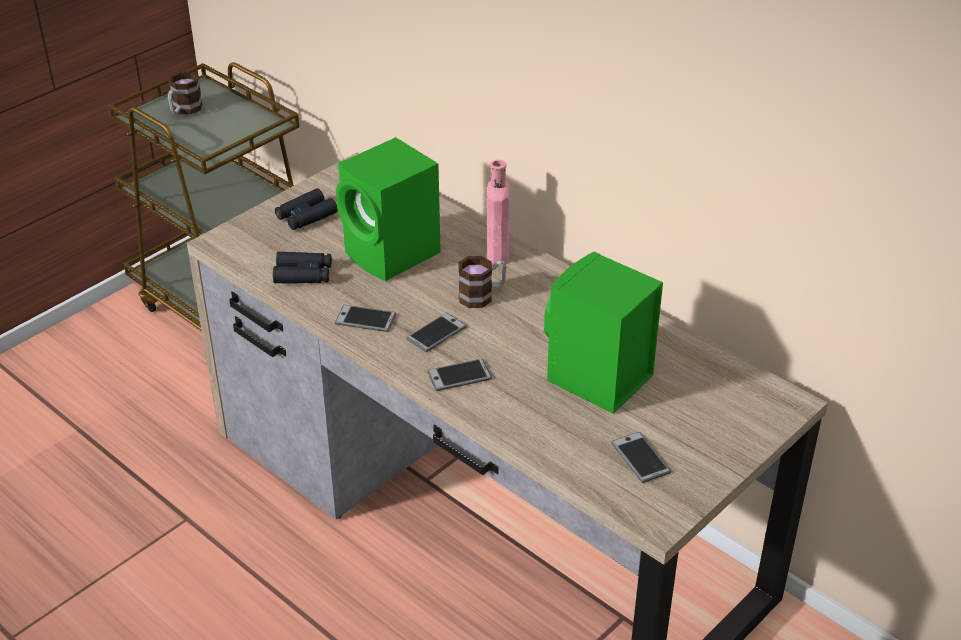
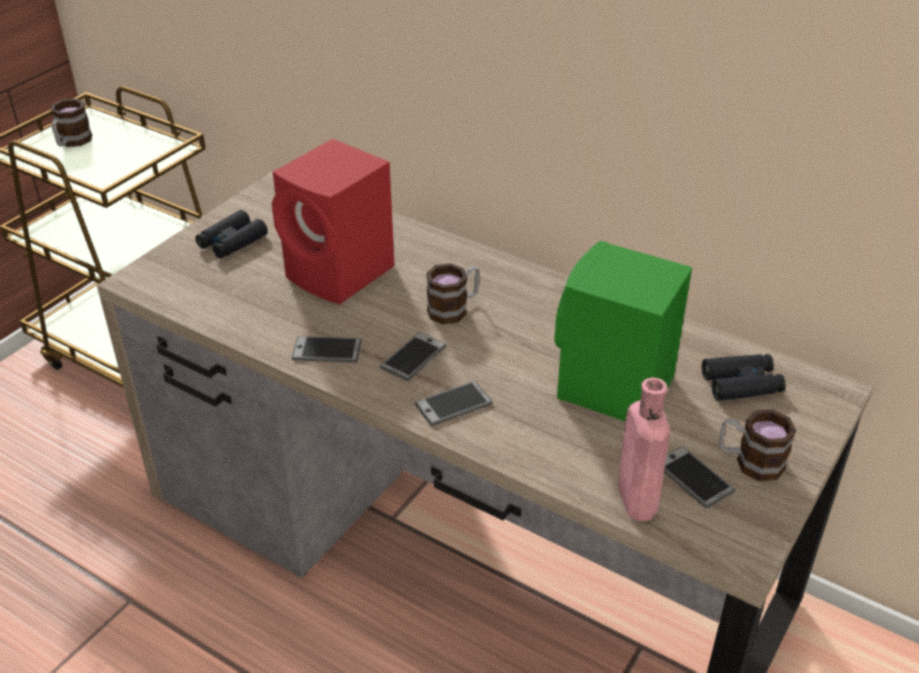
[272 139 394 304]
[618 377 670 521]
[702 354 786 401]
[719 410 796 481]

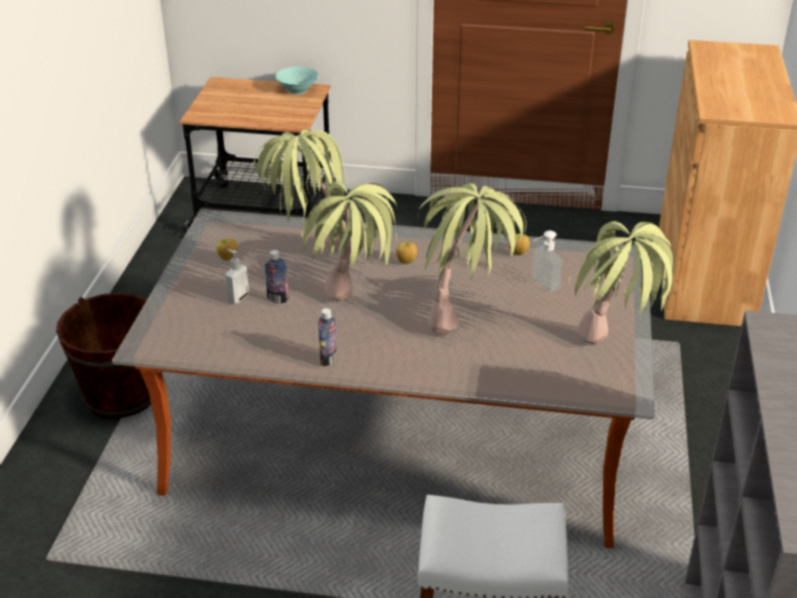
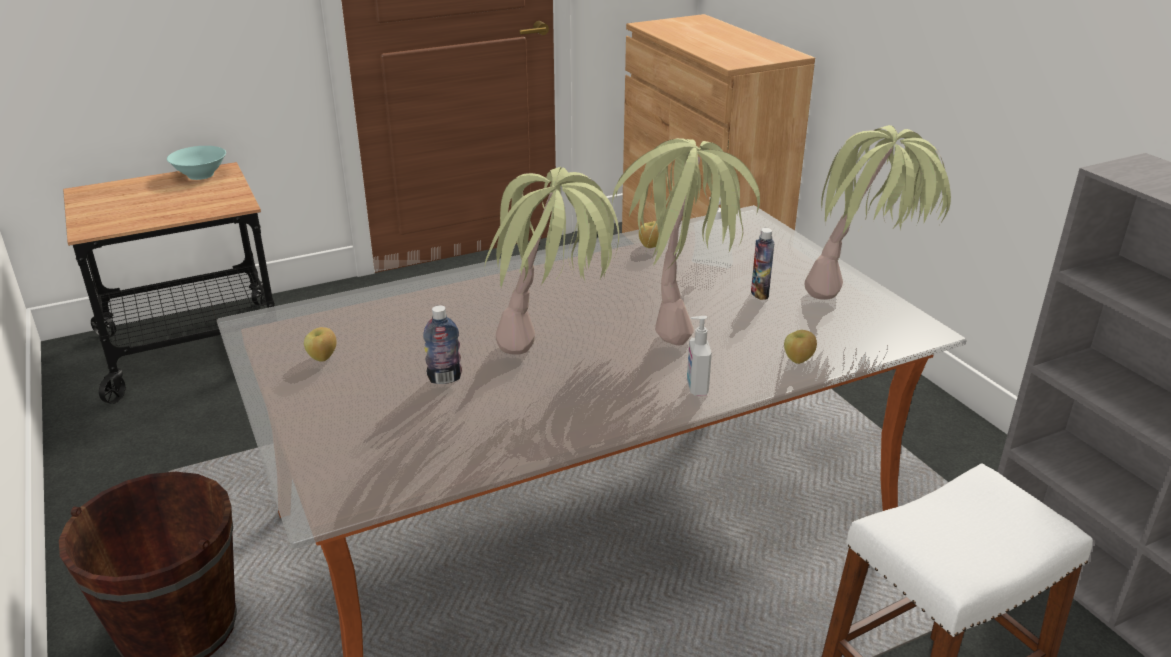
[687 316 712 396]
[751 228 774 300]
[784 330 817 364]
[254 129 352 252] (first image)

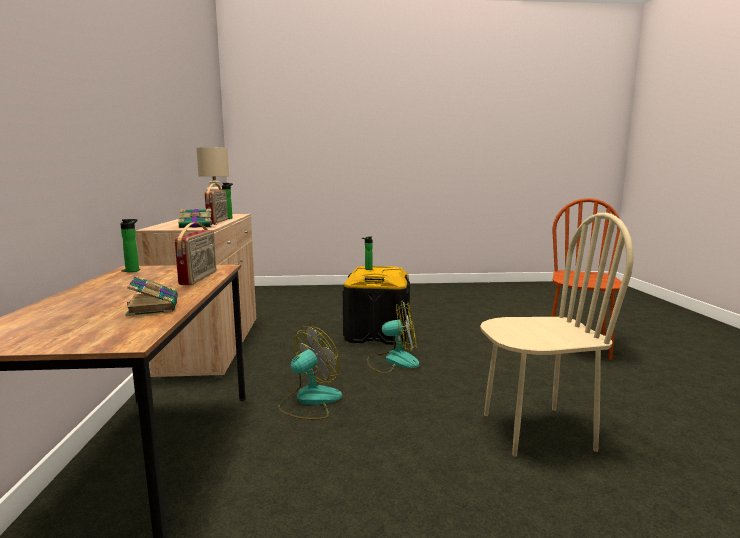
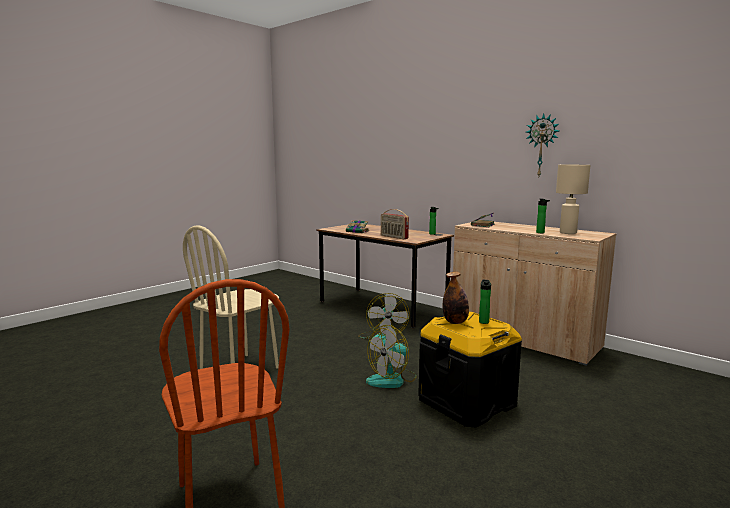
[443 271 469 324]
[526 114 559 176]
[205 183 228 224] (first image)

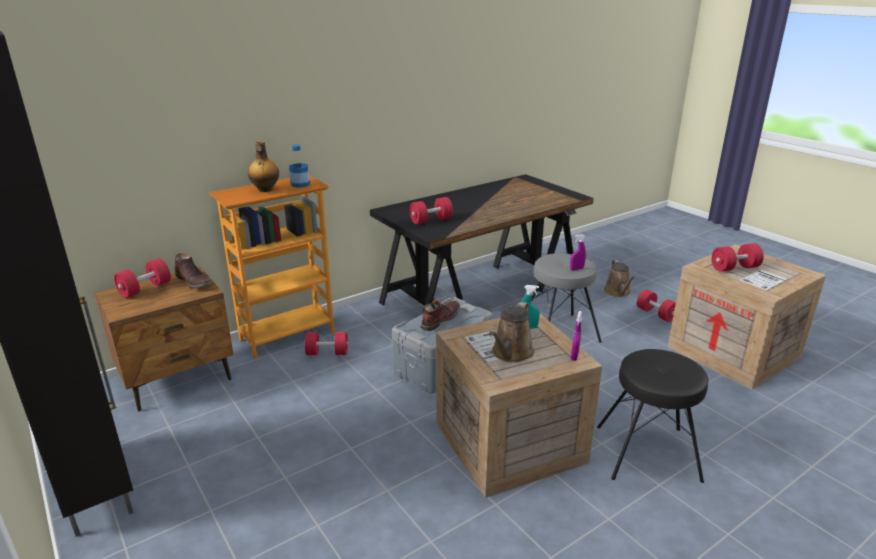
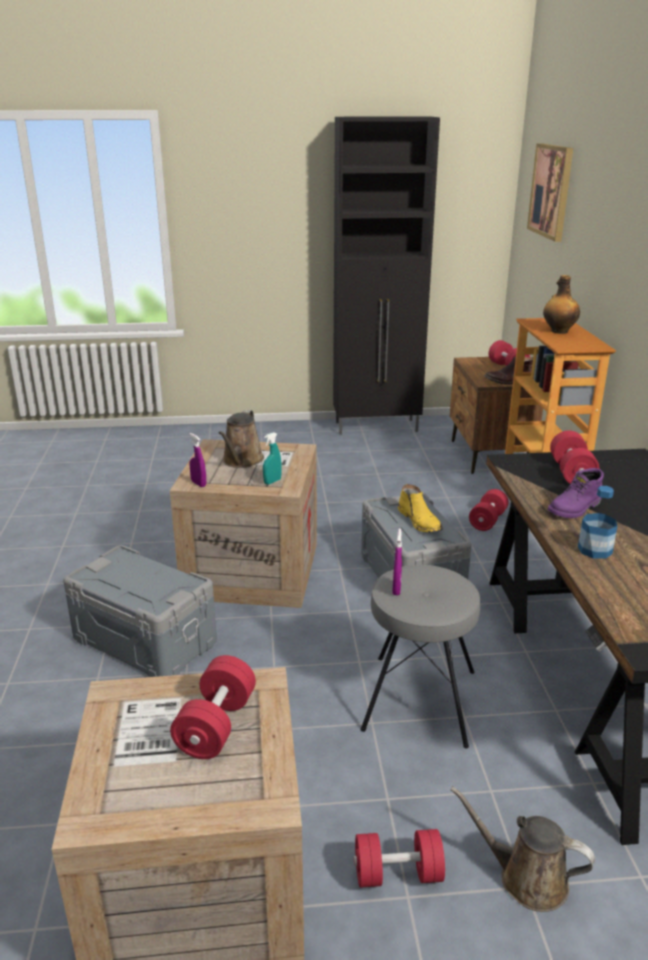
[63 545 217 677]
[218 410 264 468]
[398 484 443 532]
[527 143 573 242]
[548 468 604 518]
[578 486 617 559]

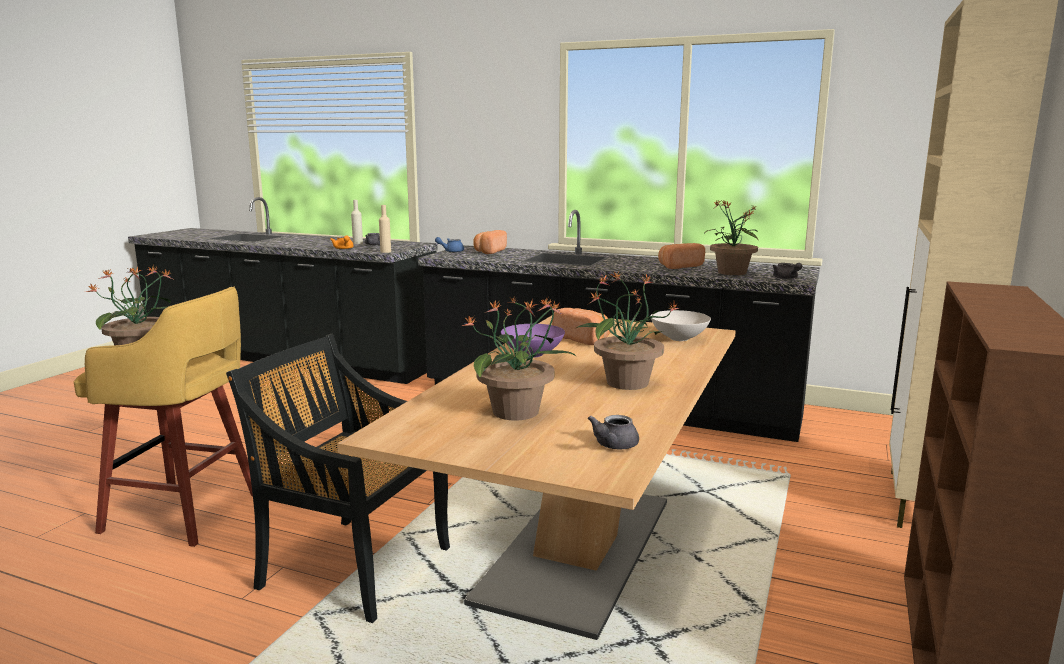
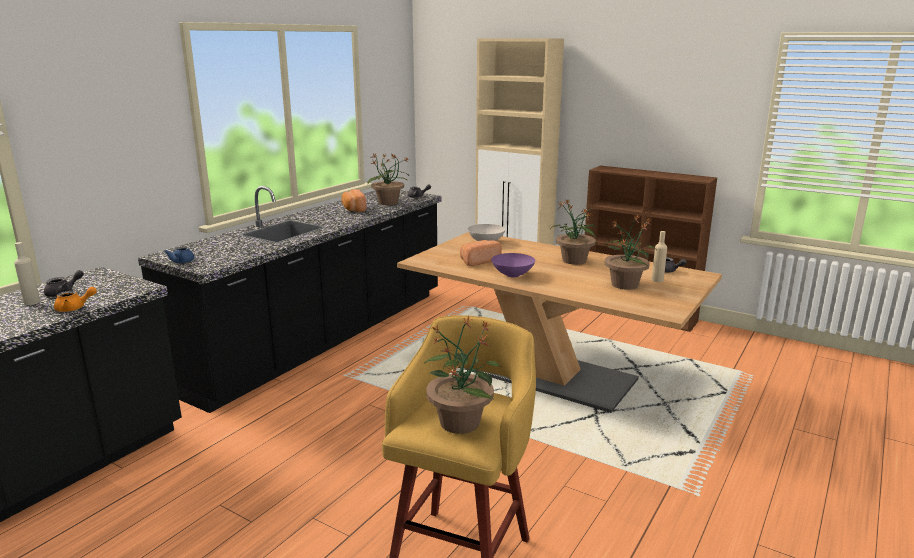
[652 231 667 283]
[226 333 450 623] (first image)
[473 230 507 254] (first image)

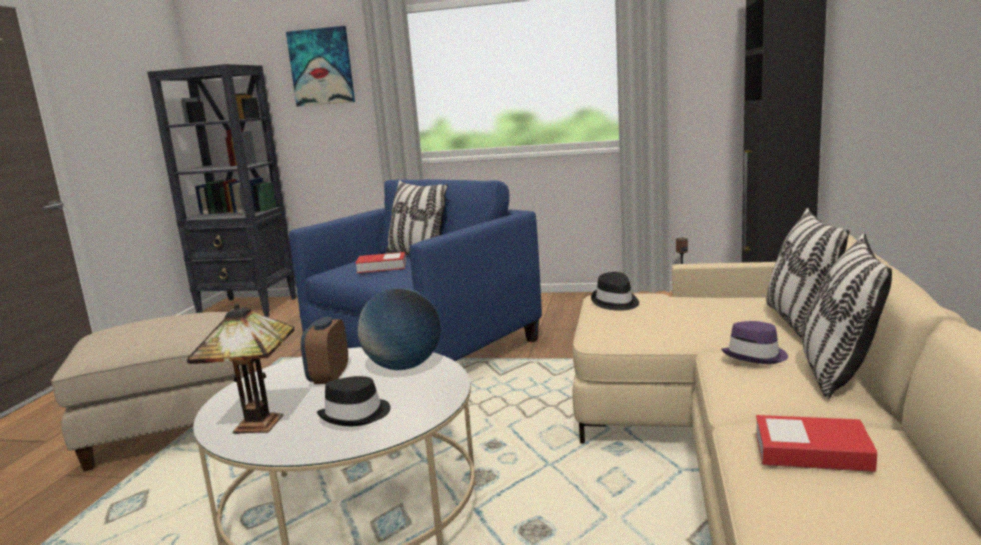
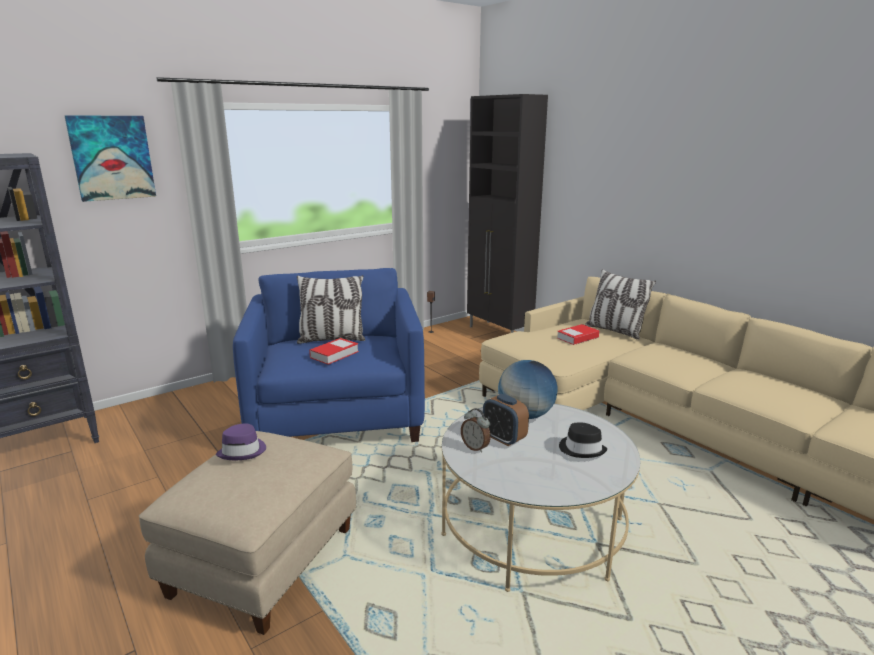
[216 424 266 460]
[461 408 491 453]
[557 324 599 345]
[187 304 294 434] (first image)
[591 272 639 311] (first image)
[803 233 892 399] (first image)

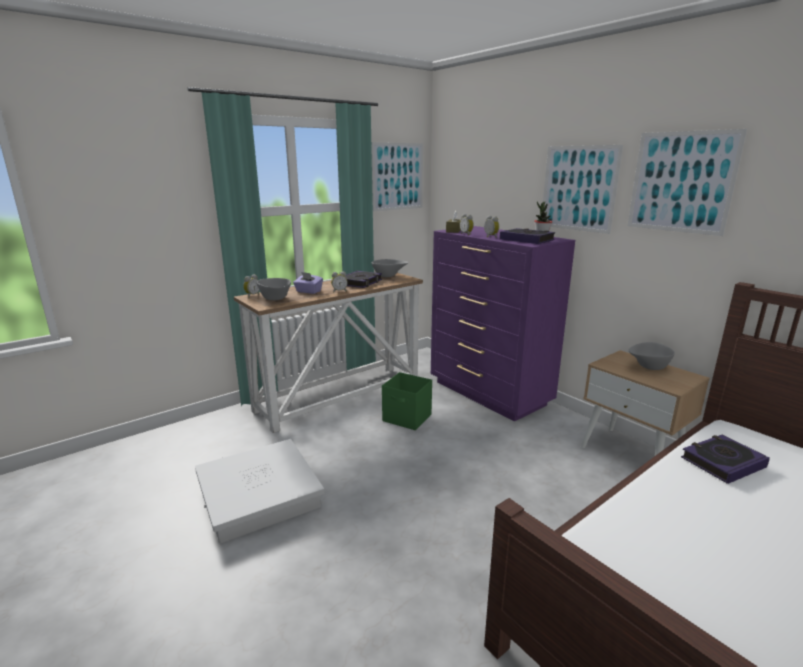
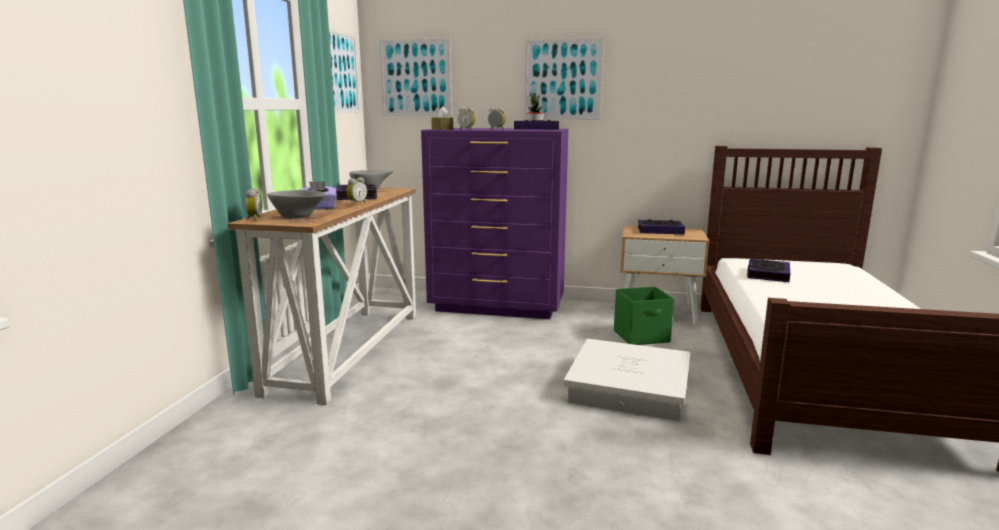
[379 38 452 116]
[564 339 690 421]
[614 287 674 345]
[638 219 685 234]

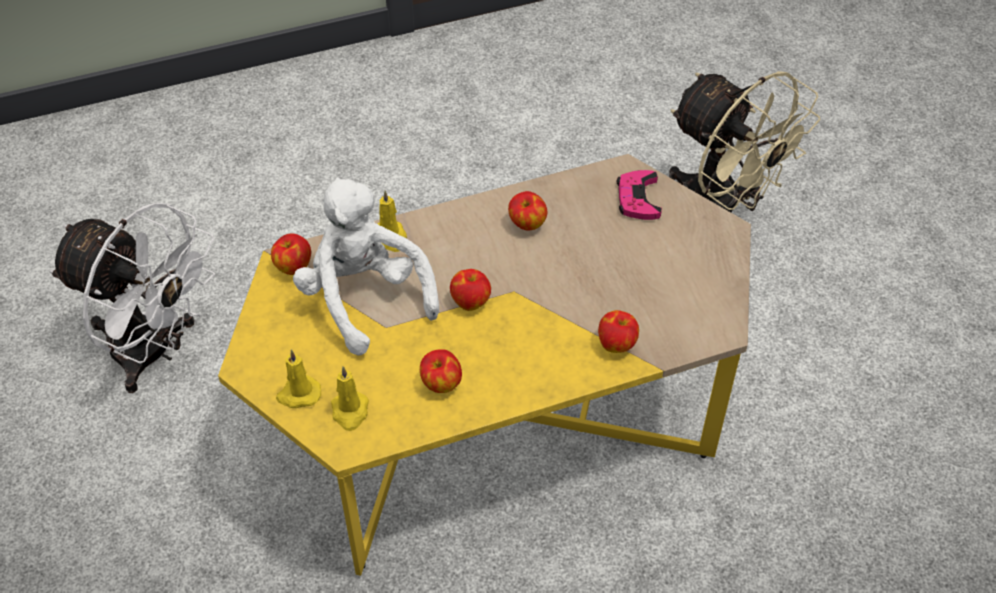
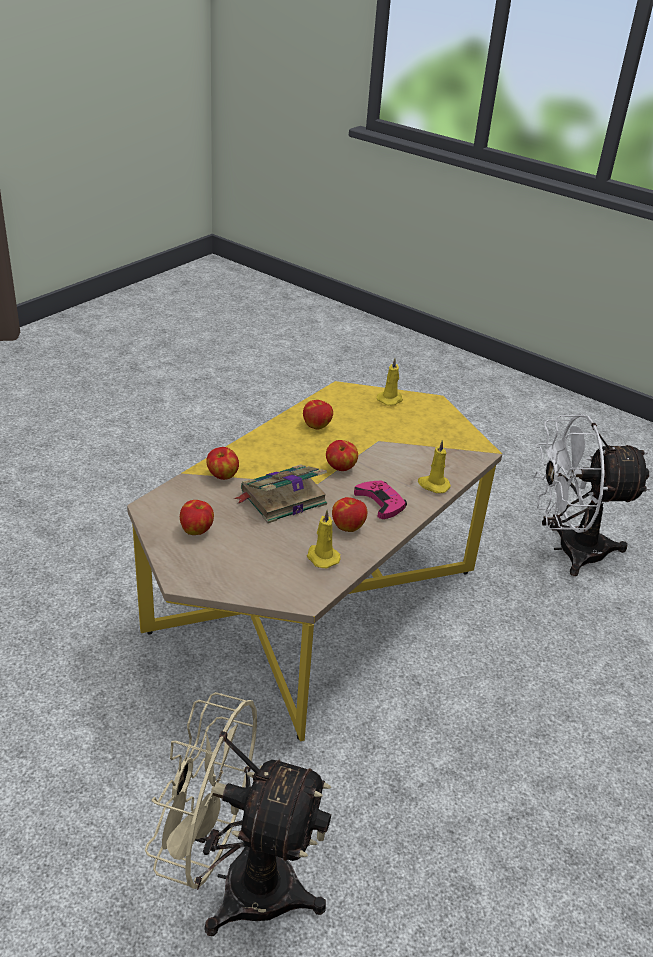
[180 500 214 535]
[234 464 327 523]
[307 510 341 568]
[354 481 407 519]
[293 177 439 356] (first image)

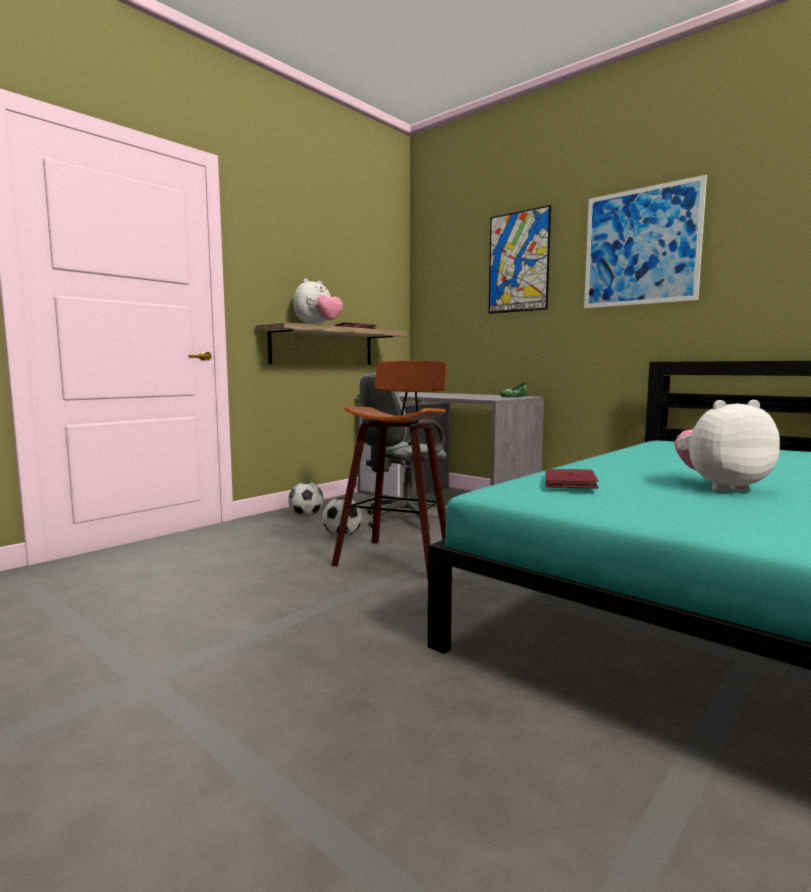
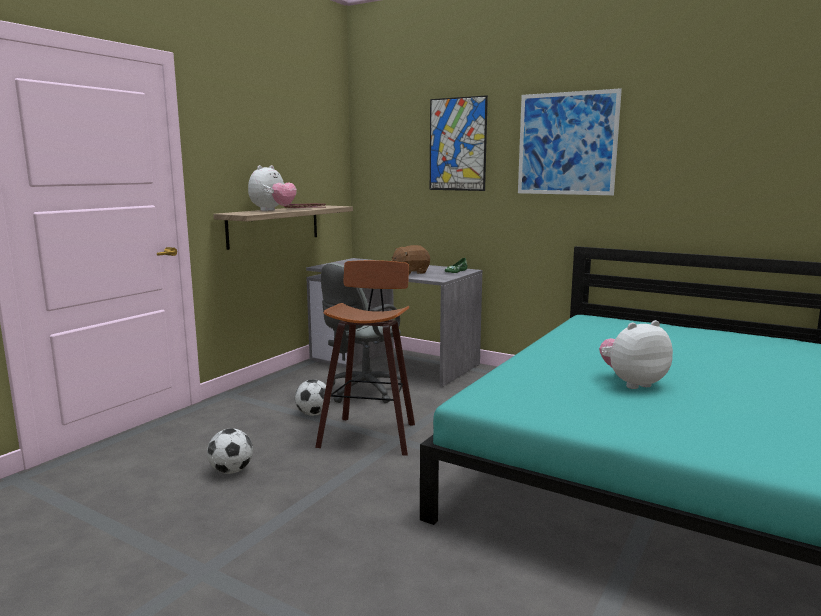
[207 428 253 474]
[391 245 430 274]
[545 469 599 489] (first image)

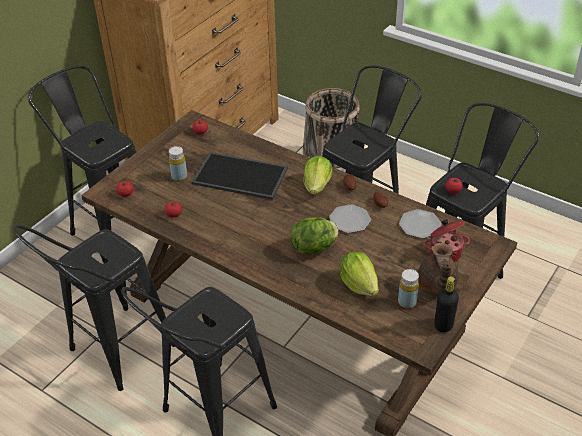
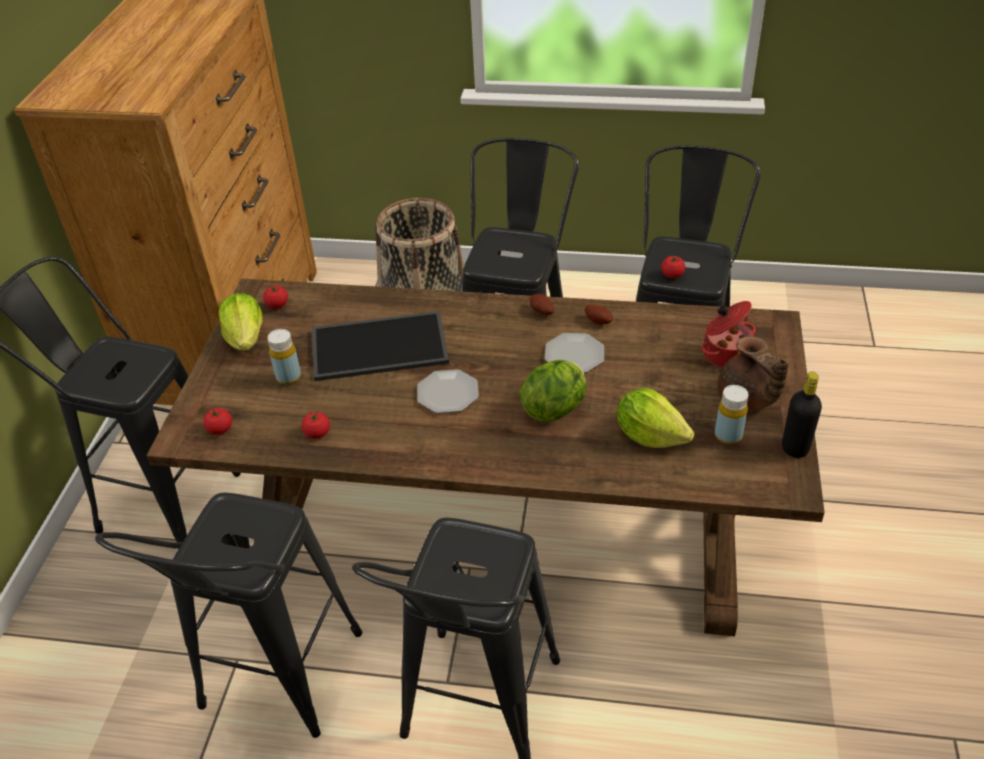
[219 293 263 351]
[417 369 479 413]

